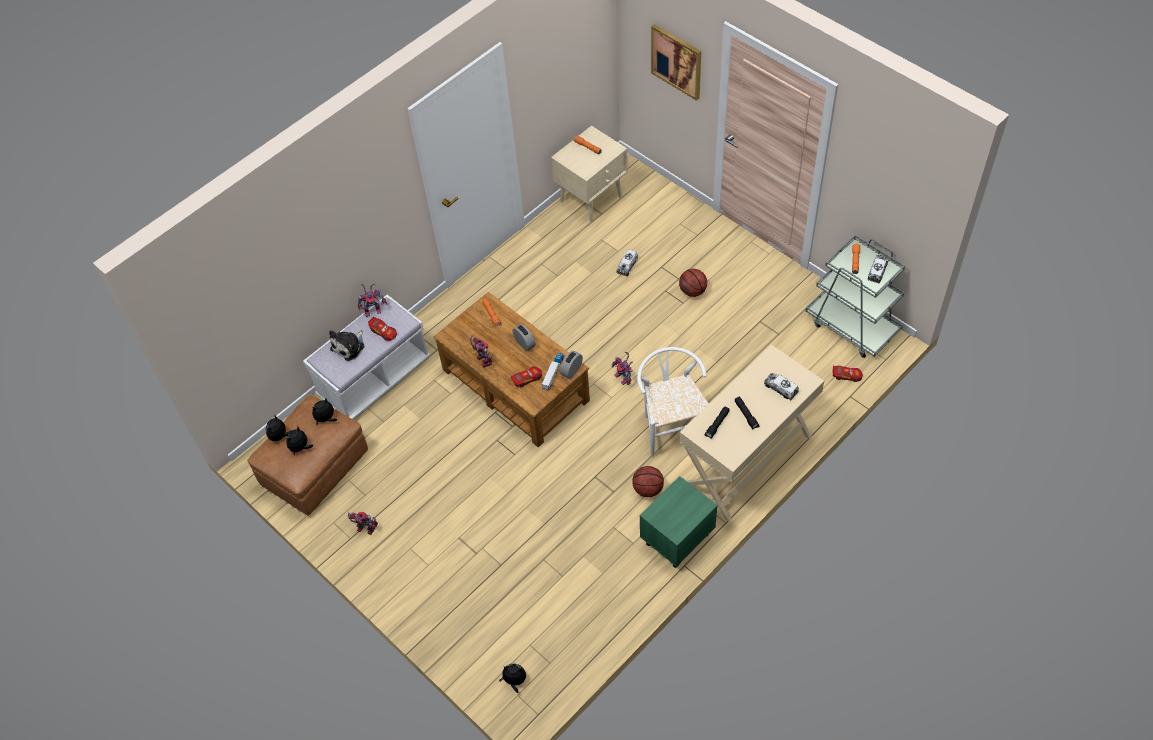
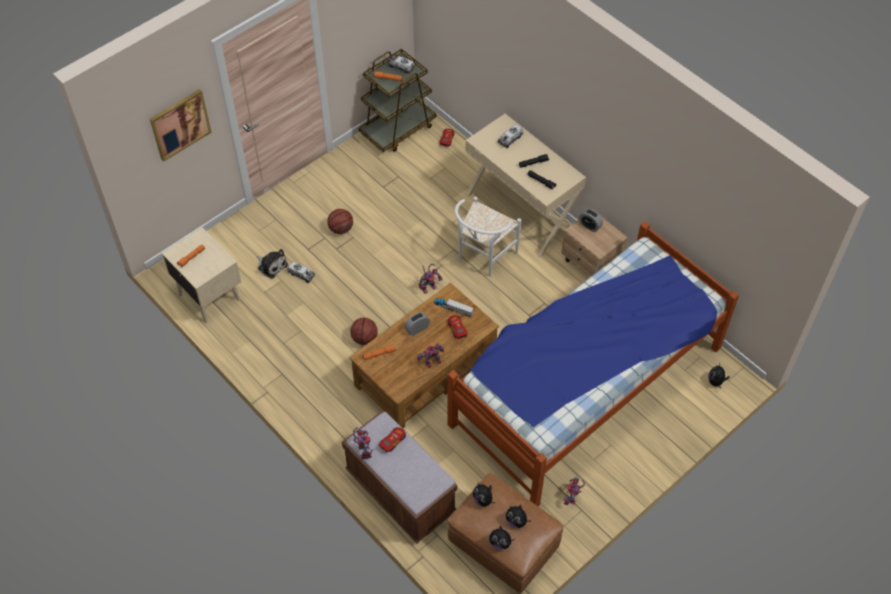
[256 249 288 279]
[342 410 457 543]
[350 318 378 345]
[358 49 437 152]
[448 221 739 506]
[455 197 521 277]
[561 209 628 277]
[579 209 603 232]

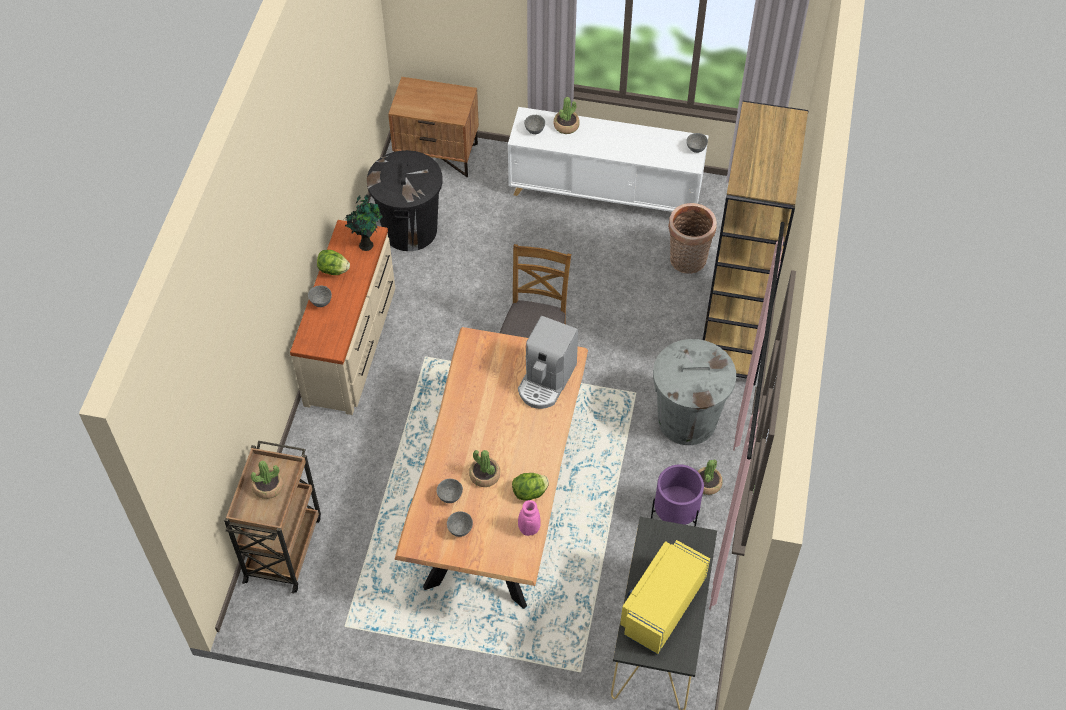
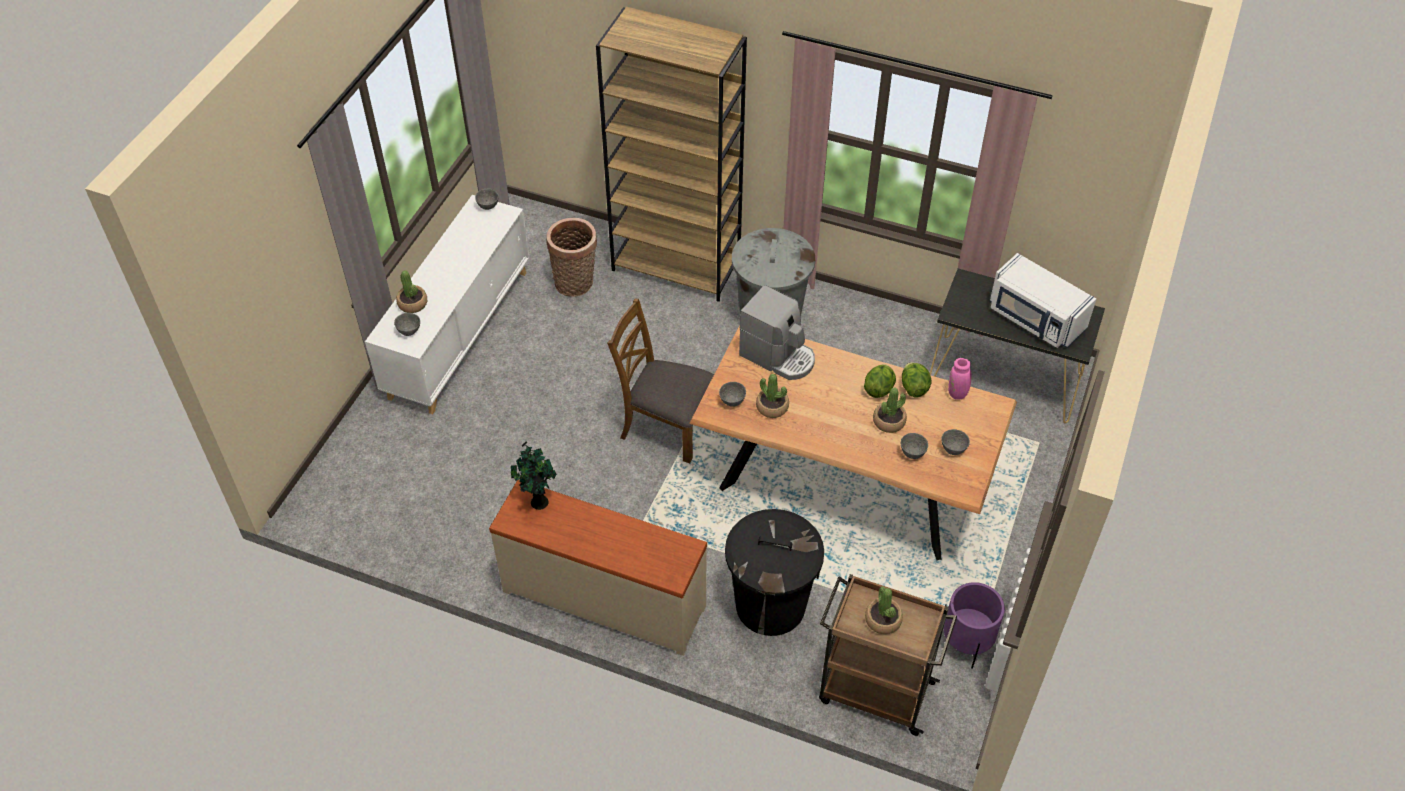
[719 382 746 407]
[725 509 824 636]
[756 374 789 418]
[864 364 896 398]
[944 582 1005 669]
[990 253 1096 348]
[388 77 479 177] (first image)

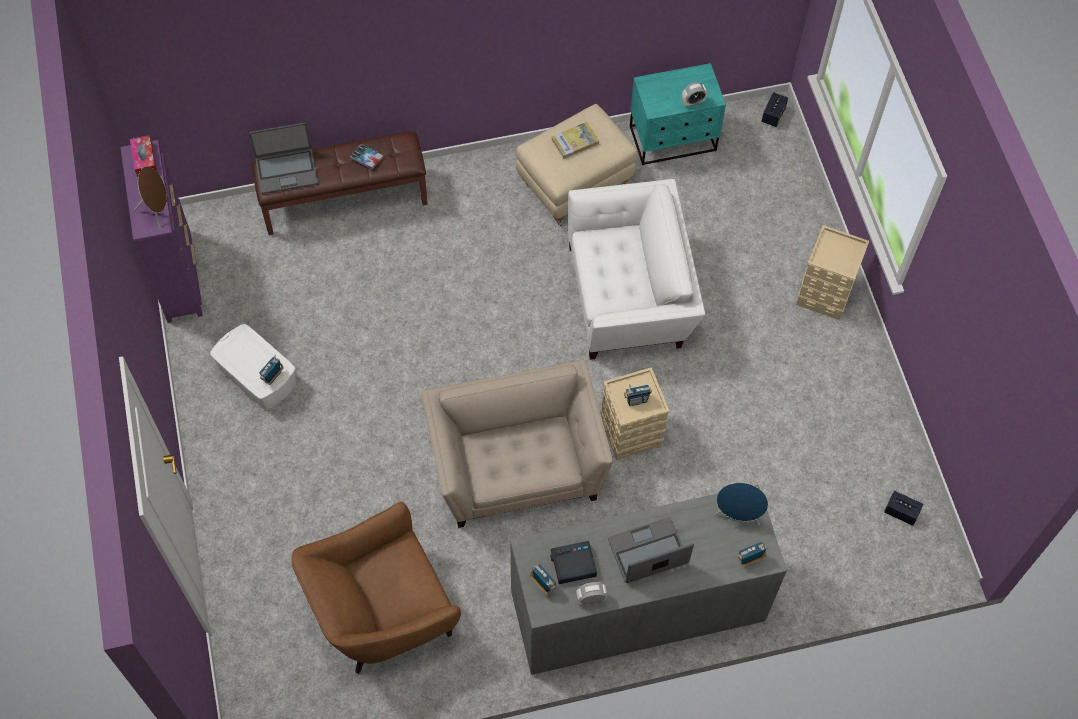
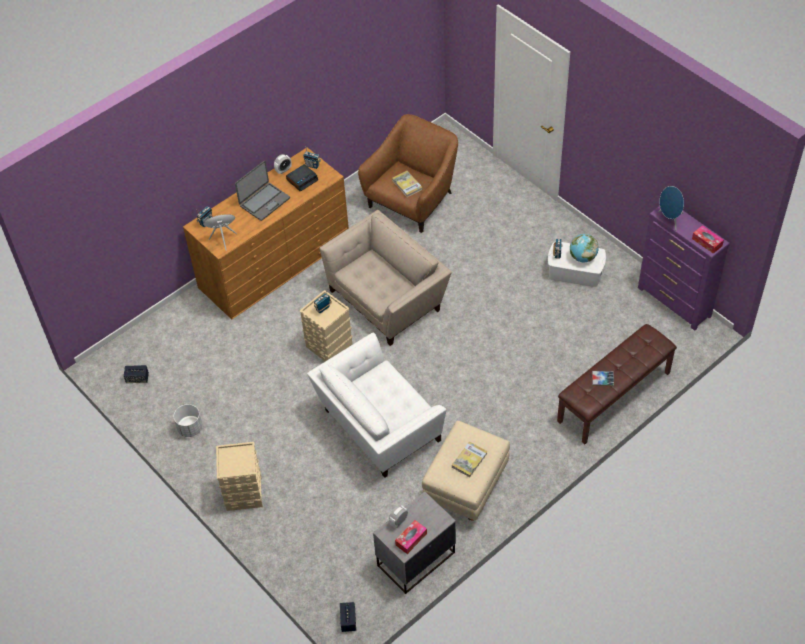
[174 404 203 437]
[183 147 349 320]
[320 210 452 346]
[373 491 456 594]
[392 171 422 197]
[395 520 427 554]
[570 234 599 262]
[658 186 684 230]
[249 123 318 194] (first image)

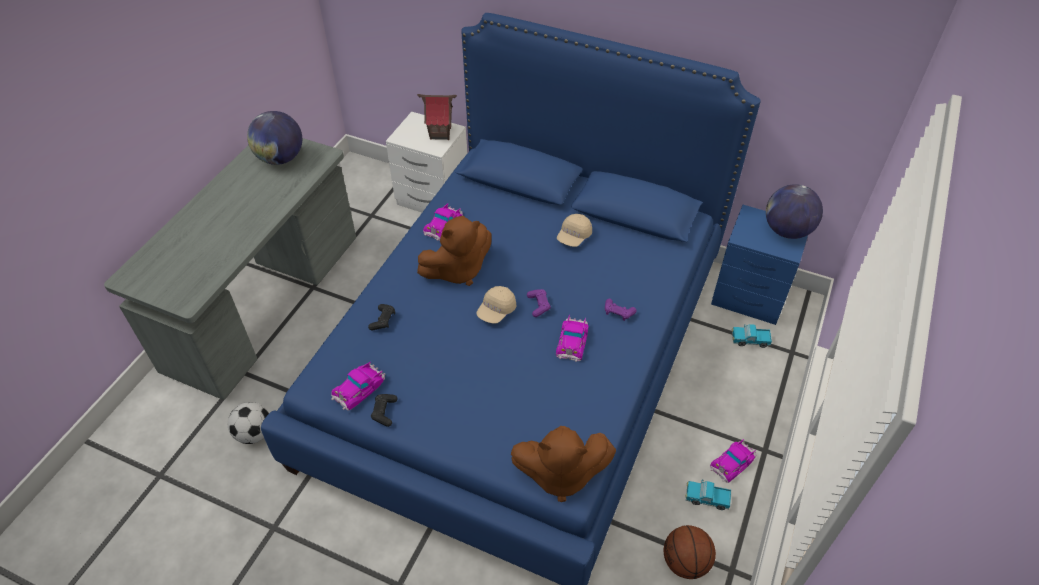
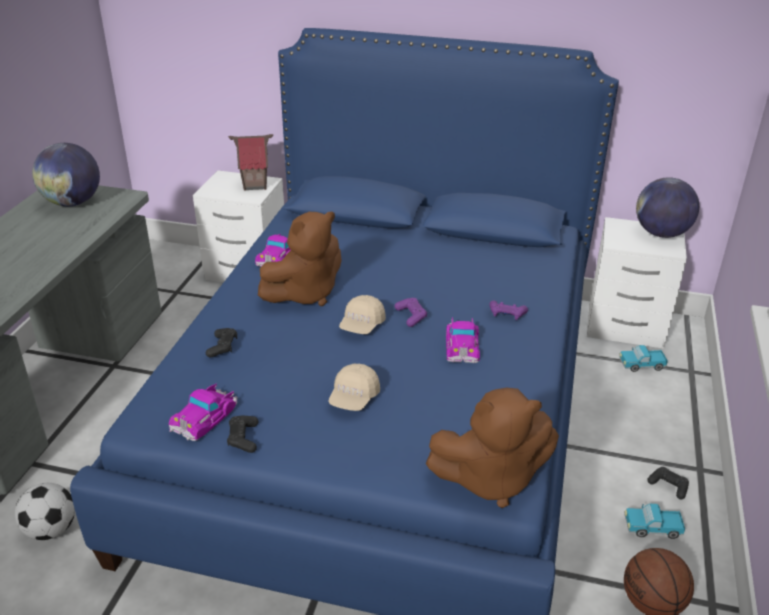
[328 364 380 411]
[587 217 687 349]
[648 467 689 499]

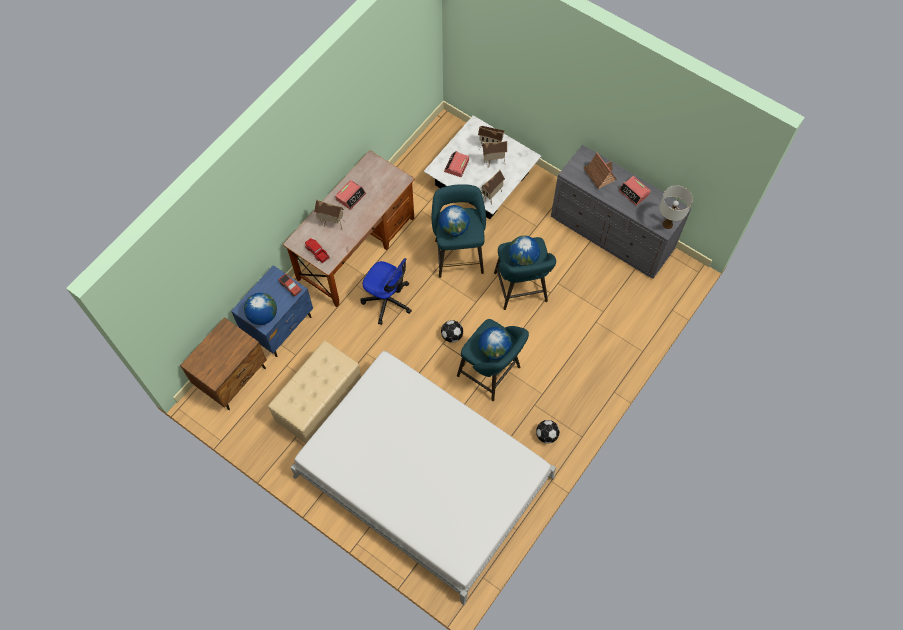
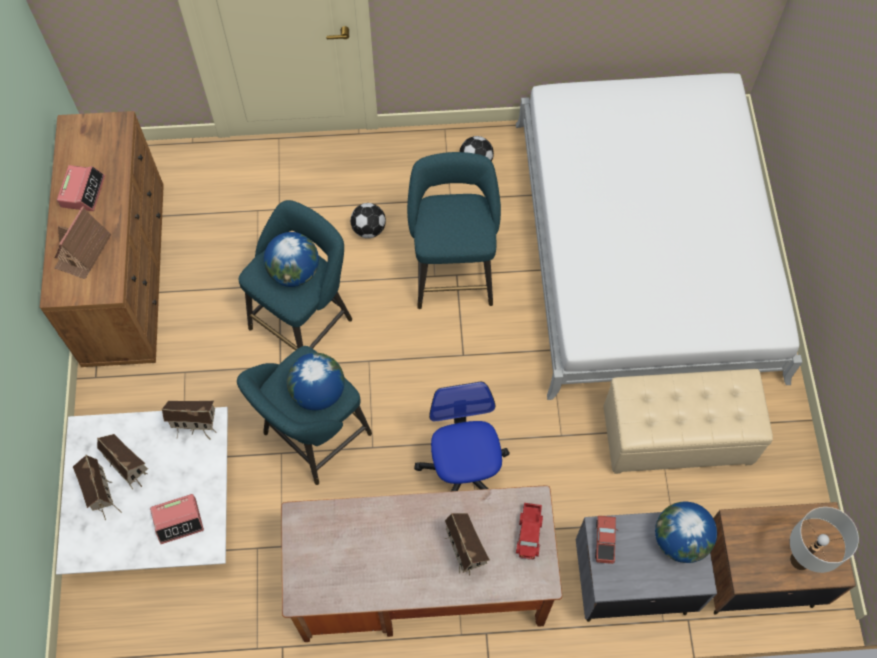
[40 111 164 367]
[350 203 386 238]
[576 512 717 622]
[790 507 859 573]
[335 180 366 210] (first image)
[479 327 512 360] (first image)

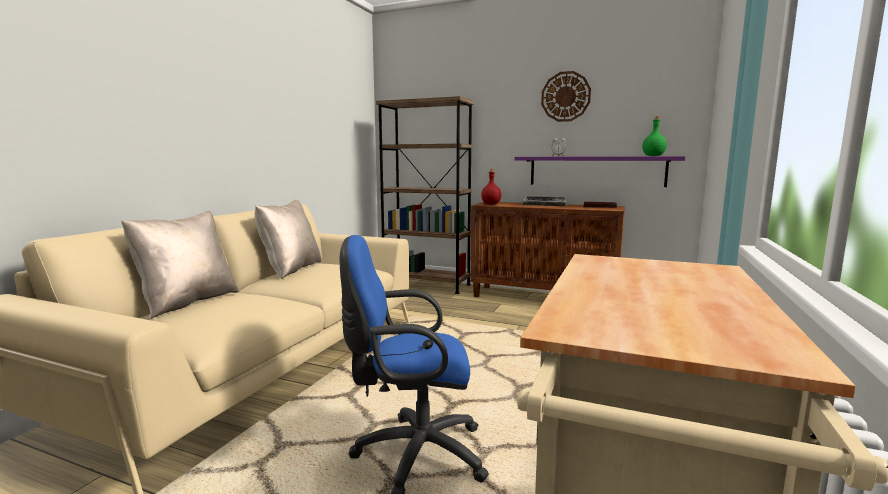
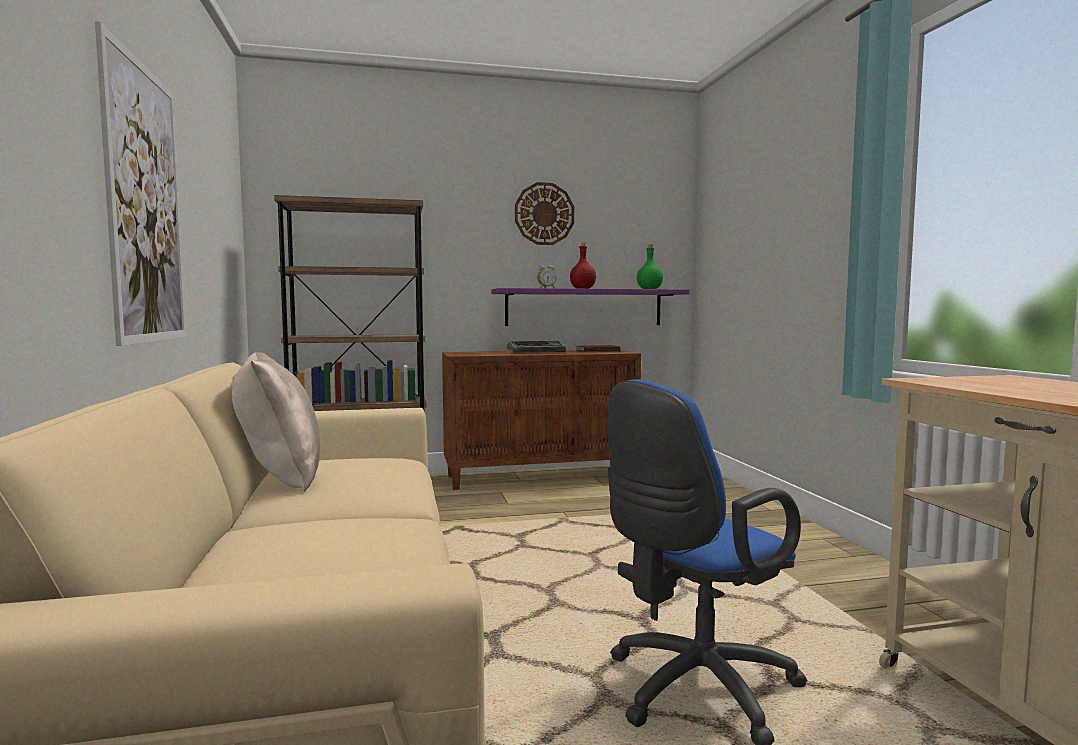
[95 21 187 346]
[570 243 596 289]
[121 211 239 319] (first image)

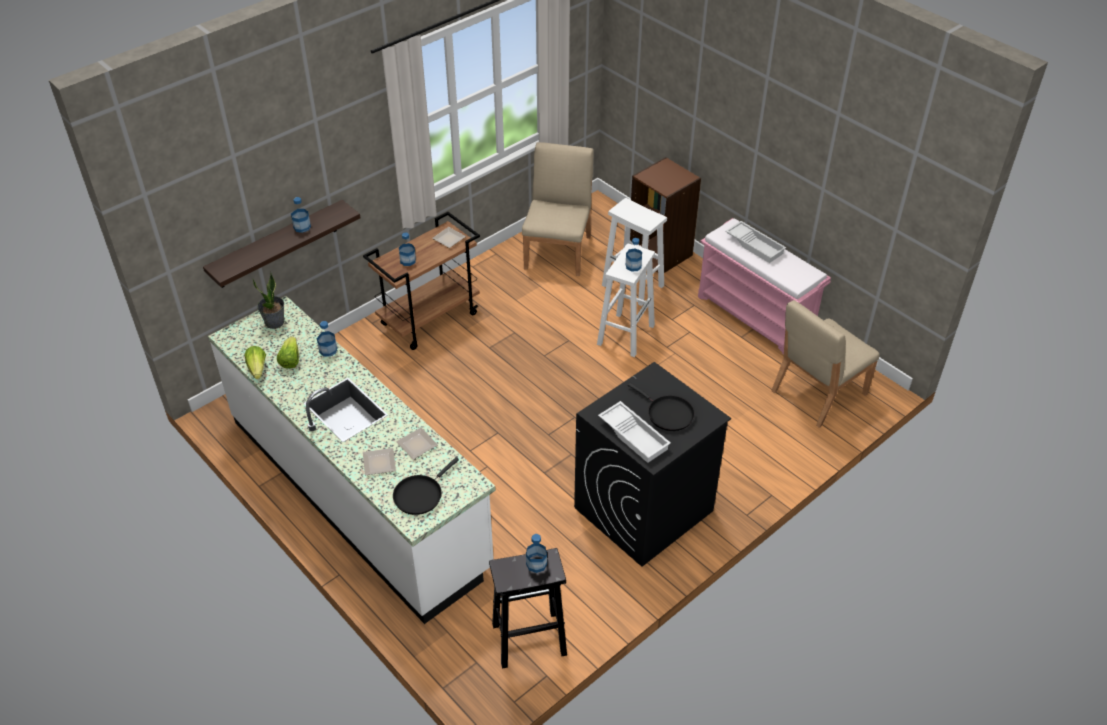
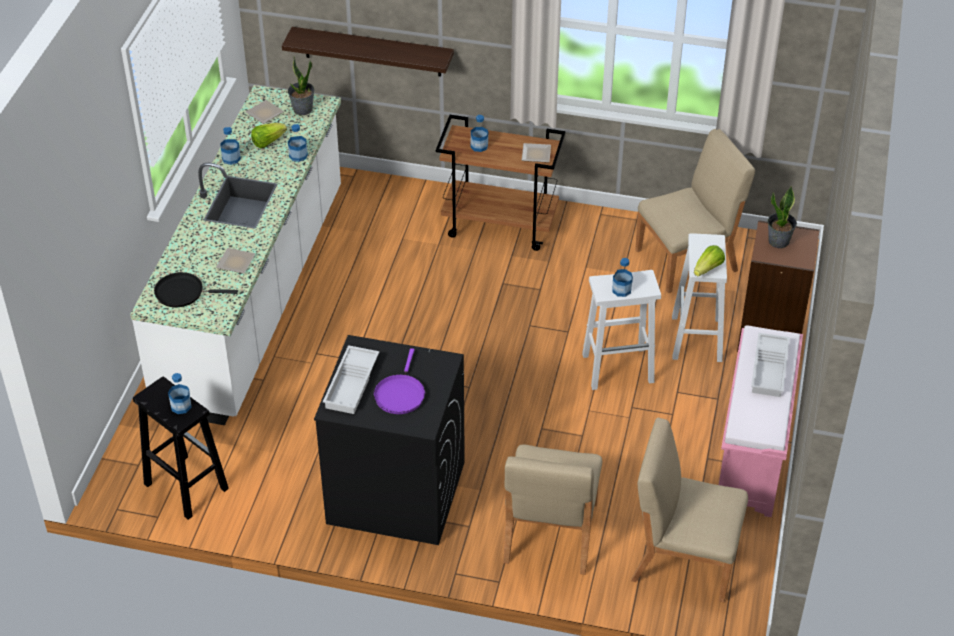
[220 127 241 165]
[246 100 284 124]
[374 348 425 414]
[503 444 602 575]
[694 245 725 276]
[768 186 797 248]

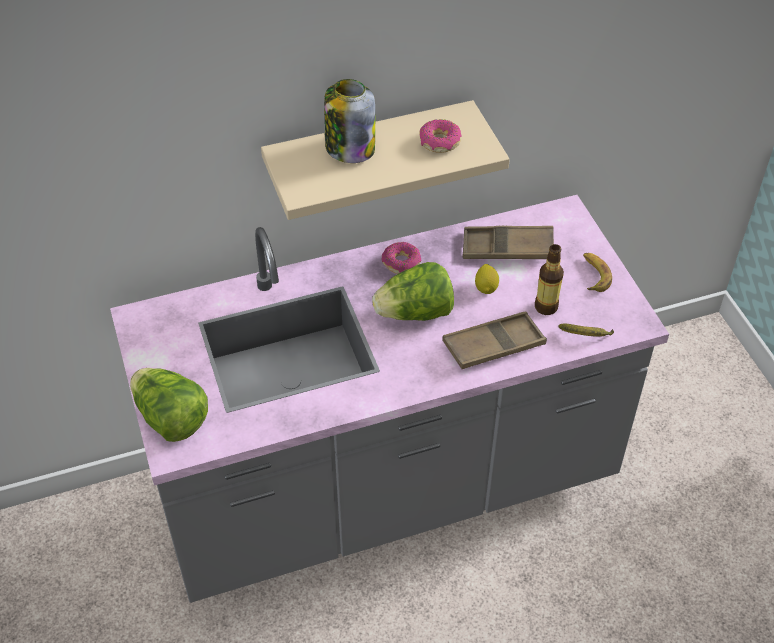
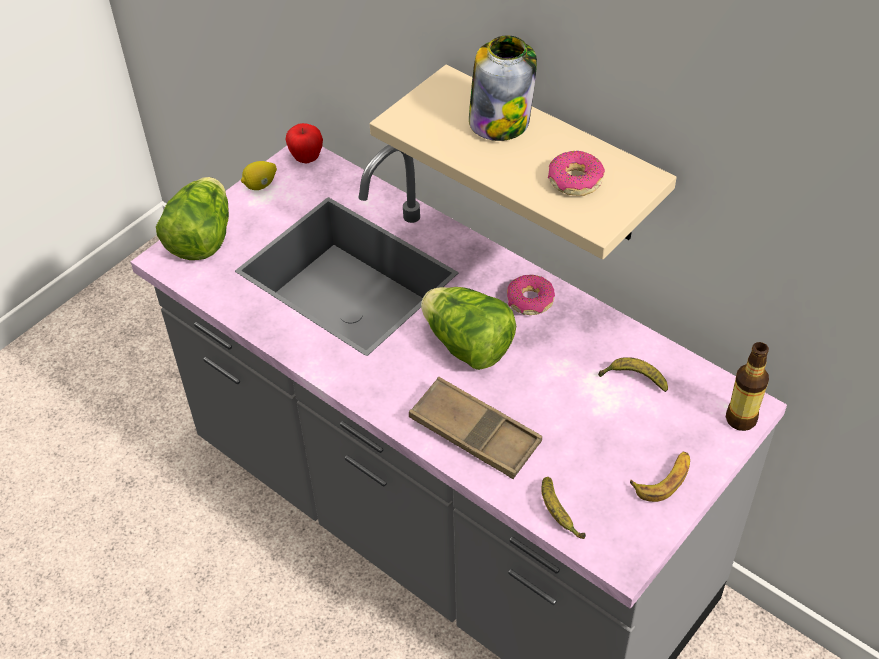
[241 161 277 190]
[285 123 323 163]
[598 357 668 392]
[726 342 769 431]

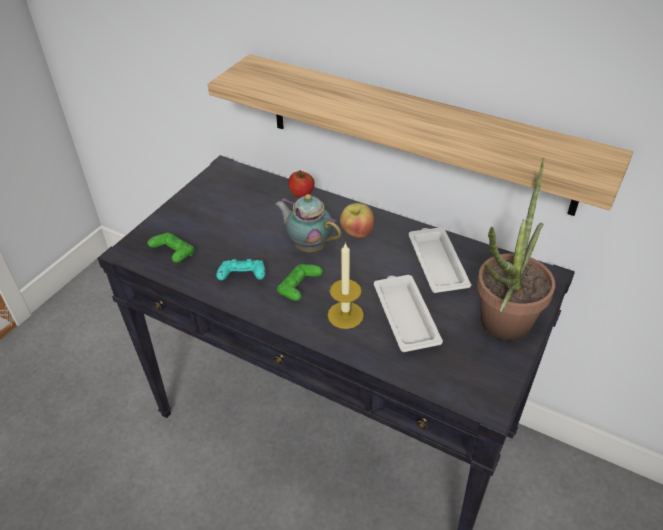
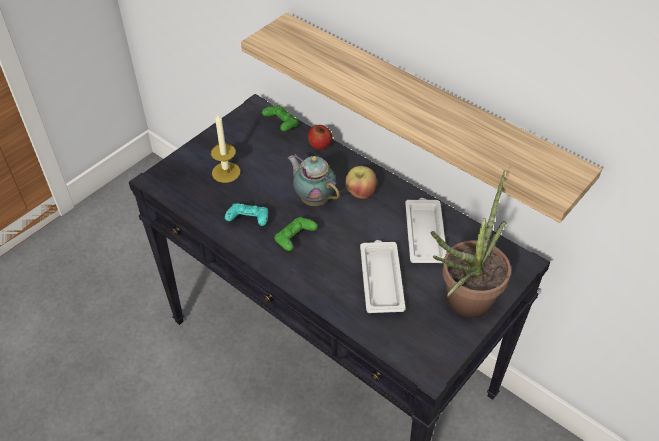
[211 113 240 183]
[262 105 299 131]

